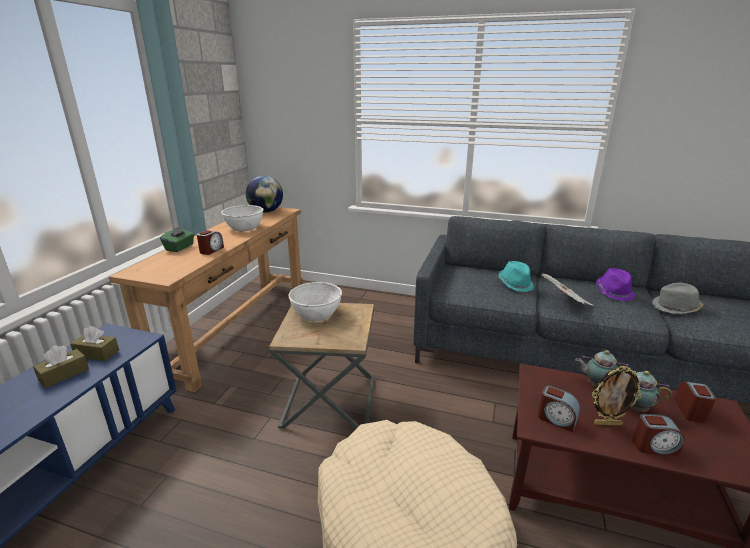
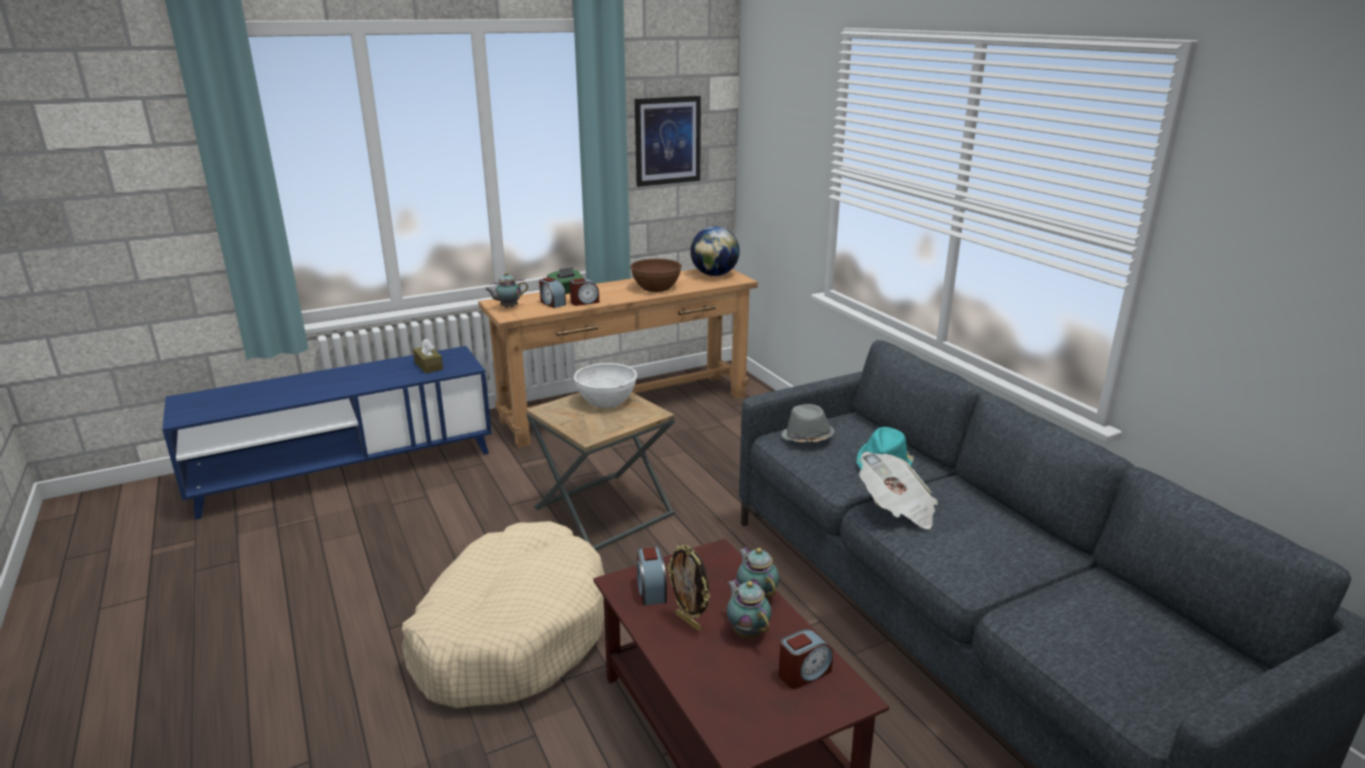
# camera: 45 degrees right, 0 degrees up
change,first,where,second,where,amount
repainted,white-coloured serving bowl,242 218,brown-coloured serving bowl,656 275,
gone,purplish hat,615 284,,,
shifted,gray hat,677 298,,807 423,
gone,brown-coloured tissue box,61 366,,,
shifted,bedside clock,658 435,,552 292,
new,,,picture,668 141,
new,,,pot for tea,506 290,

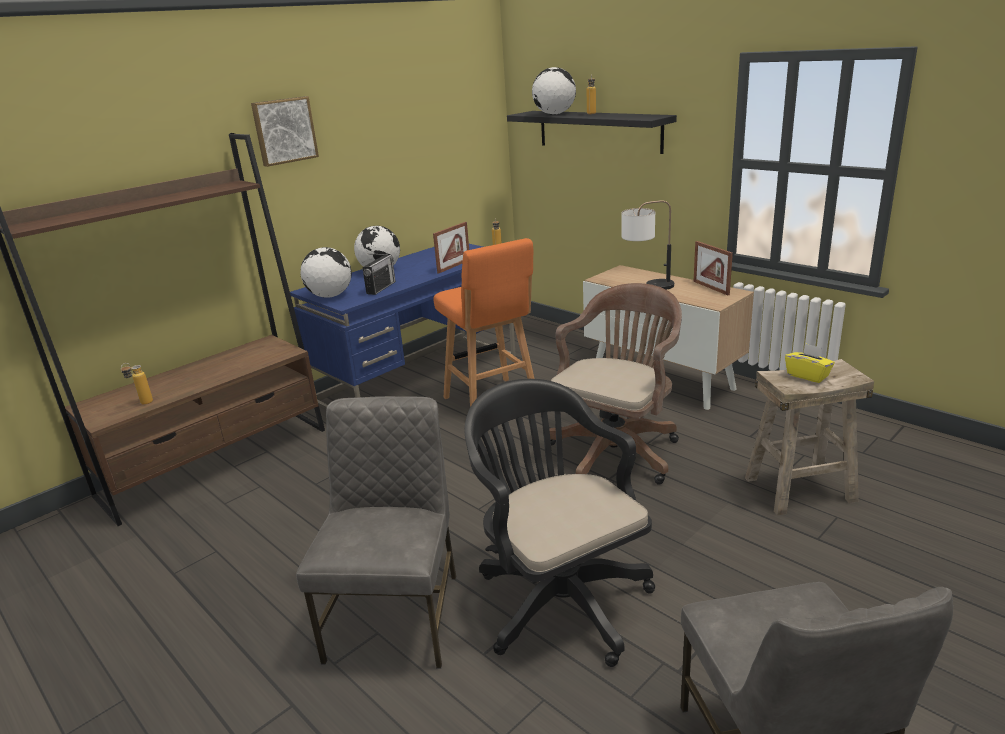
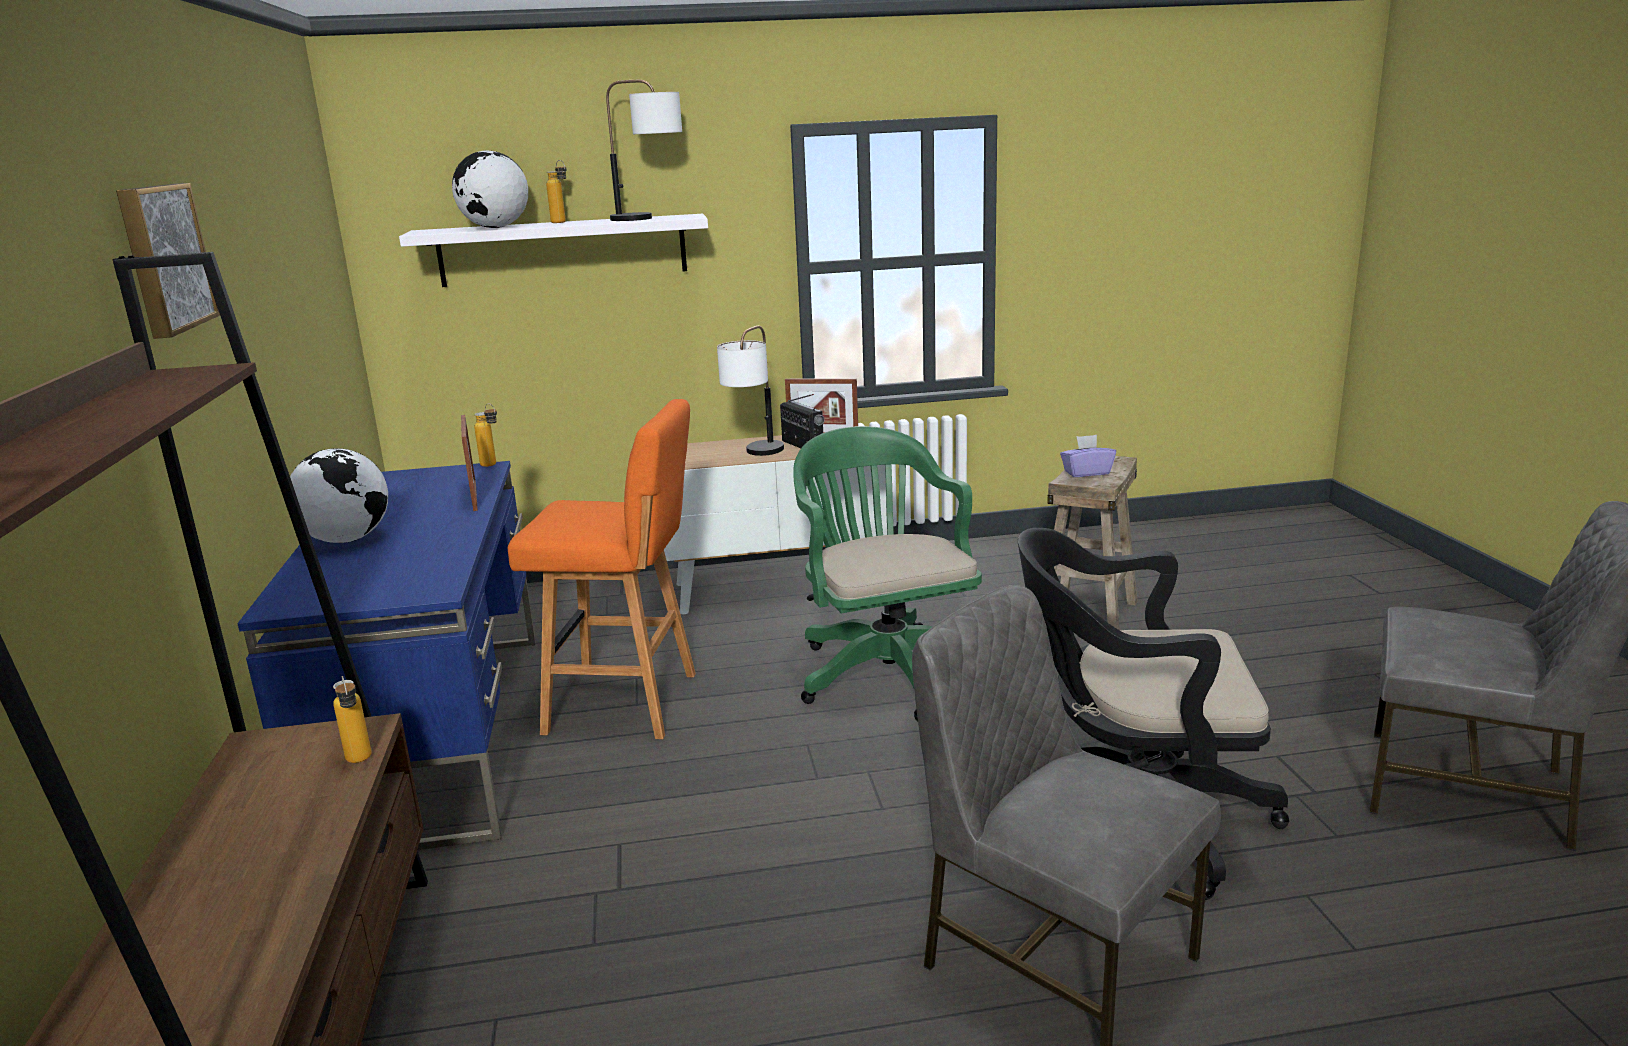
# camera: 55 degrees left, 5 degrees down
change,first,where,second,where,amount
repainted,blackish bracket shelf,592 132,white-coloured bracket shelf,553 250,
gone,world globe,326 272,,,
shifted,radio receiver,379 274,,802 421,
repainted,brown-coloured desk chair,615 384,greenish desk chair,887 573,
repainted,yellowish tissue box,810 363,purplish tissue box,1088 456,
shifted,bottle,137 384,,352 719,
new,,,tabletop lamp,644 150,

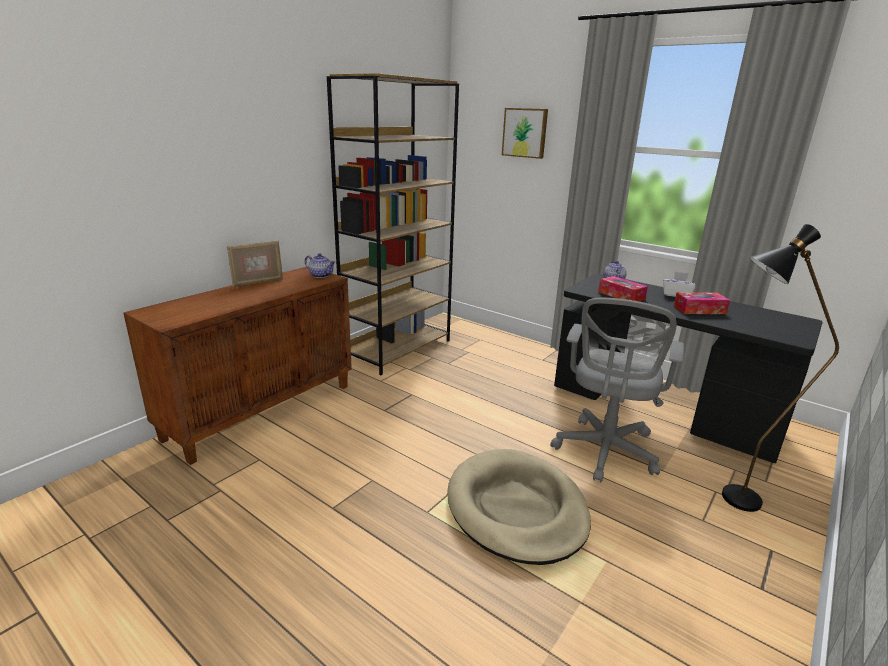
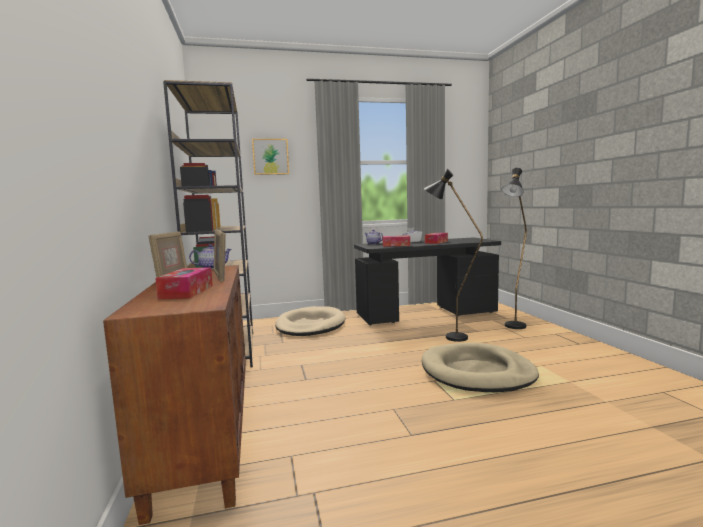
# camera: 50 degrees left, 15 degrees down
change,first,where,second,where,amount
swapped,gray desk chair,617 390,blackish floor lamp,453 255,
new,,,standing frame,220 255,
new,,,tissue box,184 283,
new,,,beige dog bed,310 321,

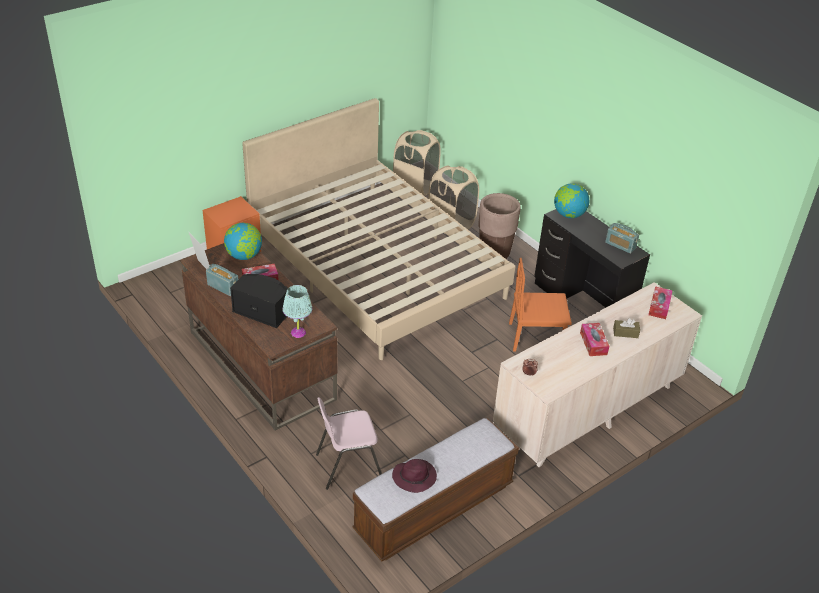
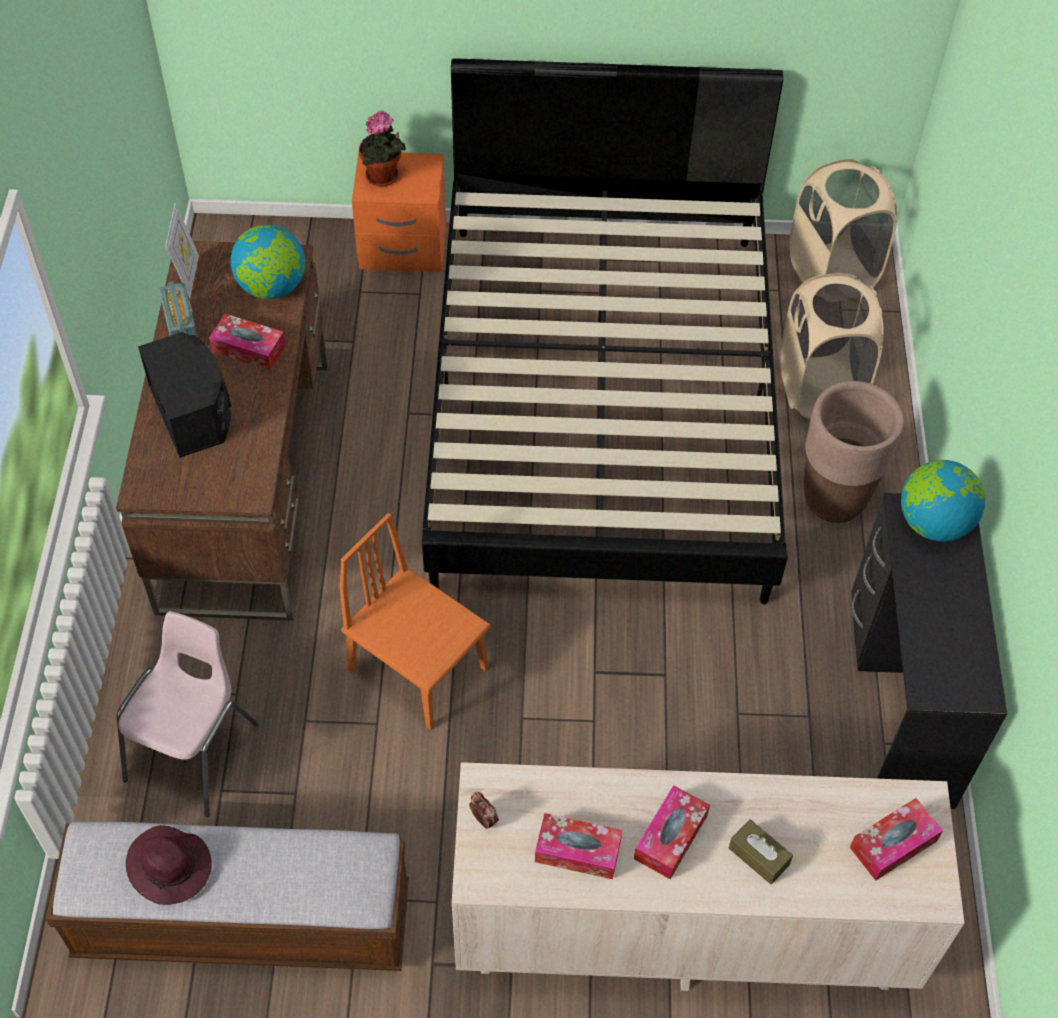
# camera: 40 degrees right, 15 degrees up
change,first,where,second,where,amount
repainted,beige bed,378 229,blackish bed,605 331,
gone,radio receiver,622 238,,,
shifted,orangey plain chair,540 305,,415 621,
gone,turquoise tabletop lamp,297 311,,,
rotated,pink plain chair,349 443,,188 714,90 degrees clockwise
new,,,plant in a pot,382 148,
new,,,tissue box,578 846,

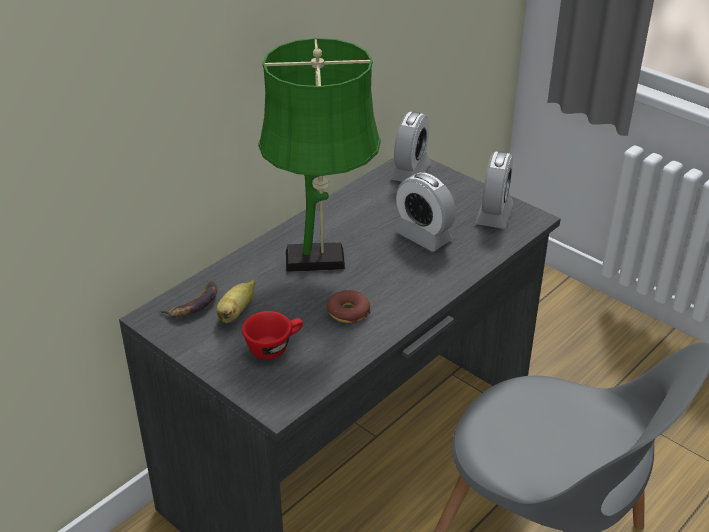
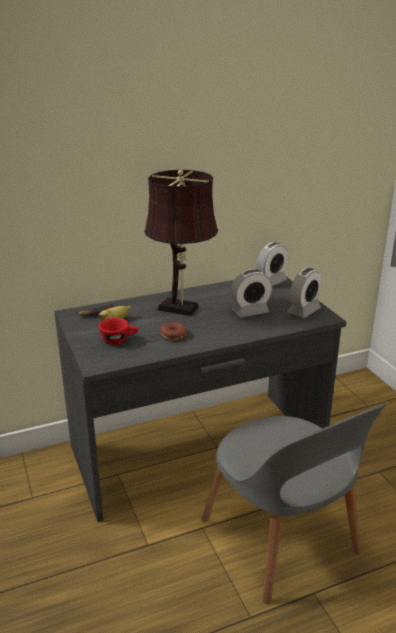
# camera: 25 degrees right, 10 degrees down
change,first,where,second,where,amount
repainted,greenish tabletop lamp,319 155,brown-coloured tabletop lamp,181 243,
rotated,bedside clock,426 212,,251 293,90 degrees counterclockwise

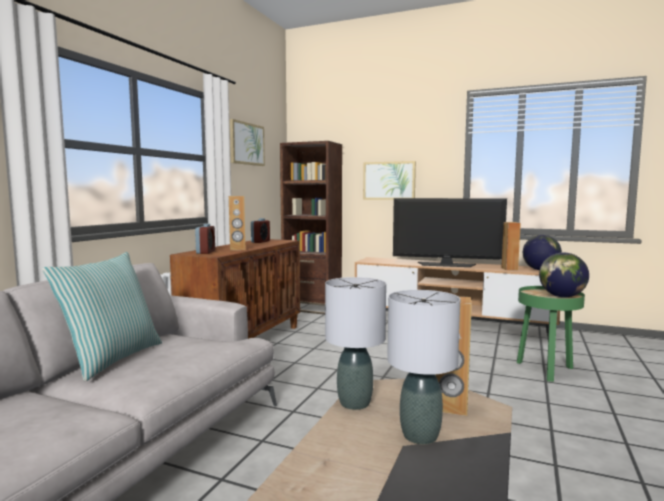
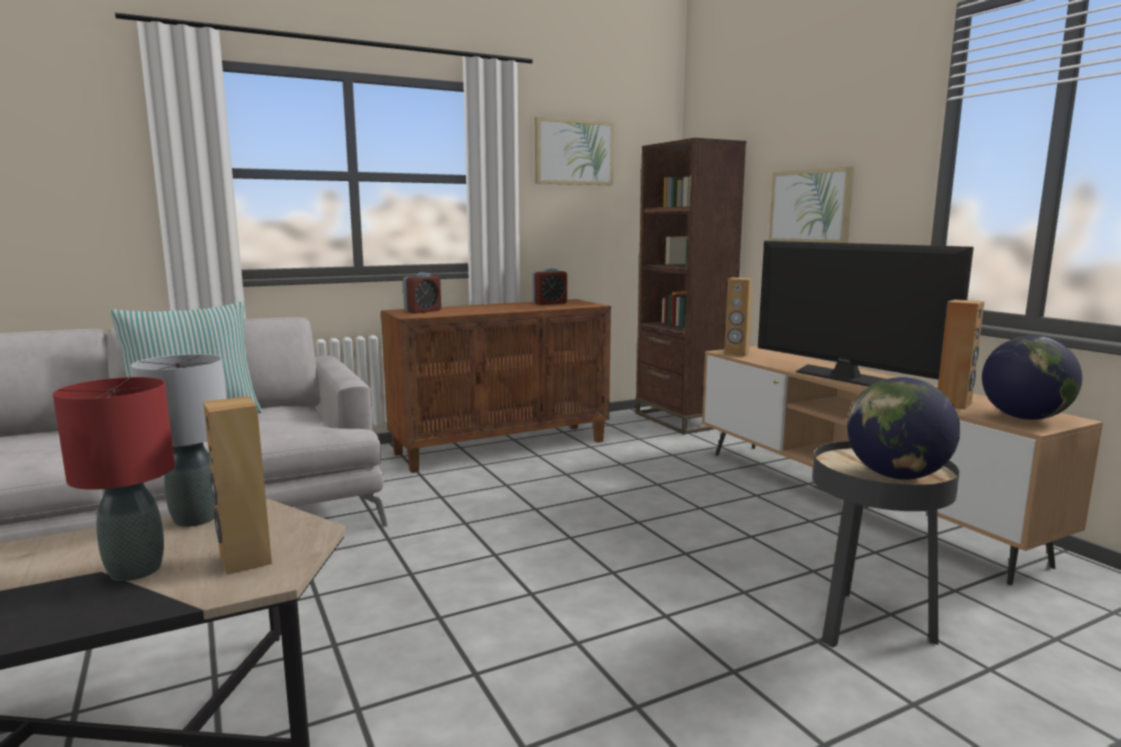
# camera: 40 degrees right, 5 degrees up
change,first,where,second,where,amount
shifted,brown-coloured loudspeaker,237 223,,738 317,
repainted,greenish accent table,551 334,blackish accent table,885 544,
repainted,gray tabletop lamp,423 367,red-coloured tabletop lamp,114 479,

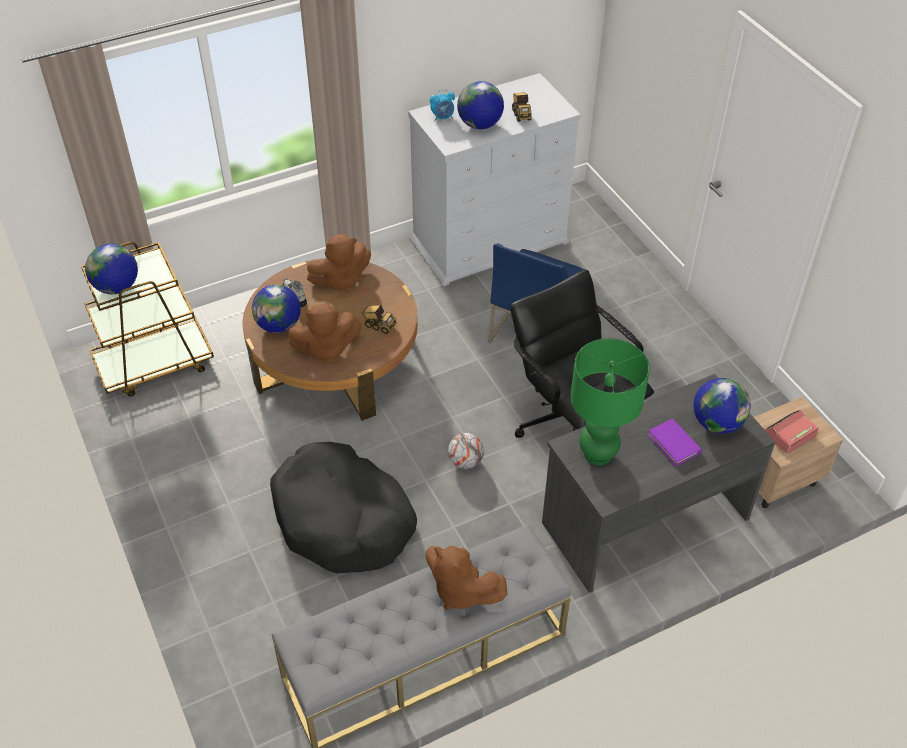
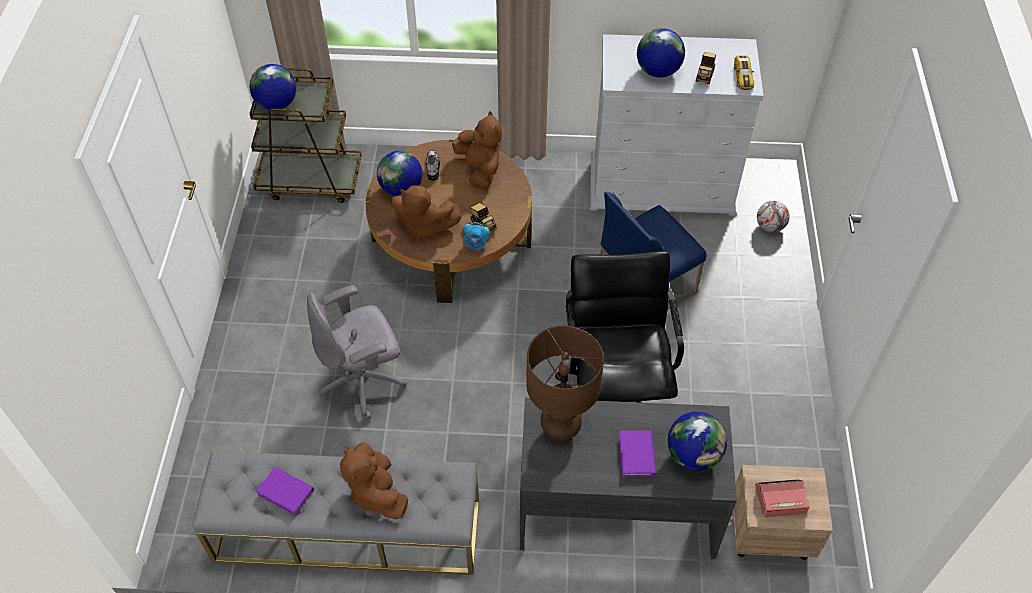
# camera: 30 degrees right, 5 degrees up
change,first,where,second,where,amount
shifted,bedside clock,442 105,,477 236,
rotated,brown-coloured plush toy,339 263,,477 150,120 degrees counterclockwise
repainted,greenish tabletop lamp,610 401,brown-coloured tabletop lamp,565 384,
shifted,football,466 451,,773 217,
swapped,blackish dog bed,343 507,gray desk chair,357 352,
new,,,model car,744 73,
new,,,purplish bound book,285 491,

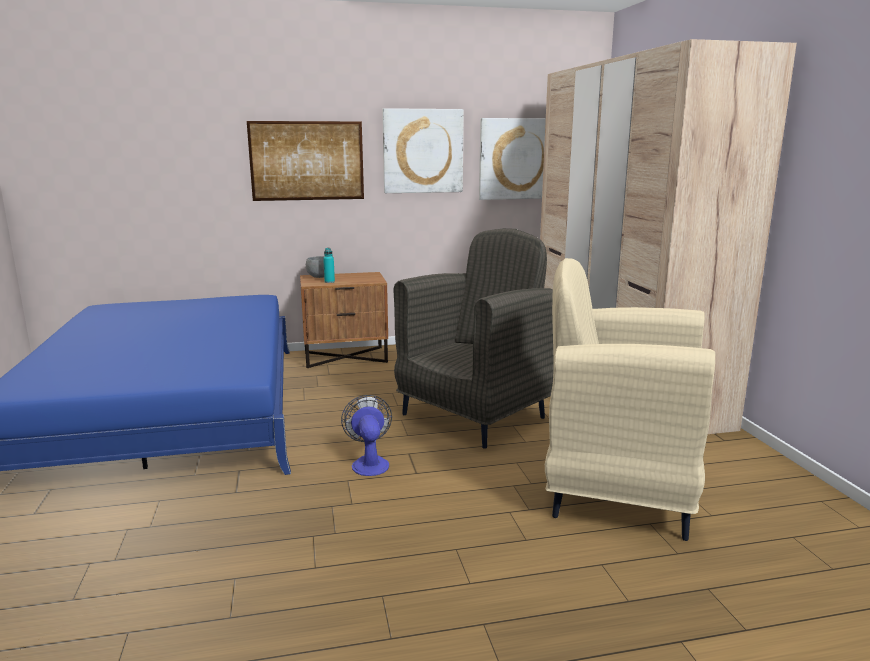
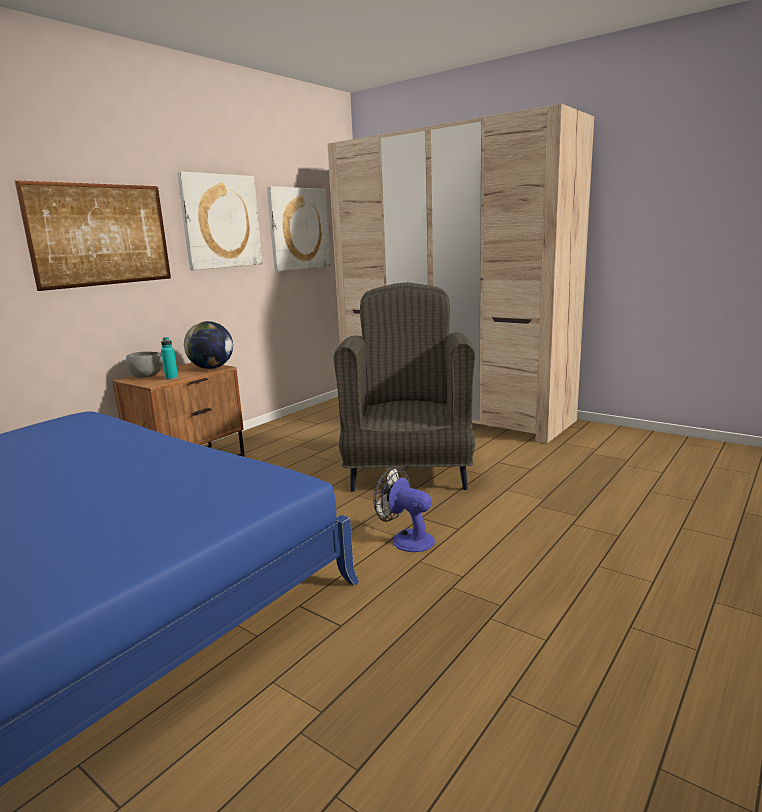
# camera: 40 degrees left, 0 degrees up
change,first,where,second,where,amount
gone,beige lounge chair,630 399,,,
new,,,world globe,208 345,

